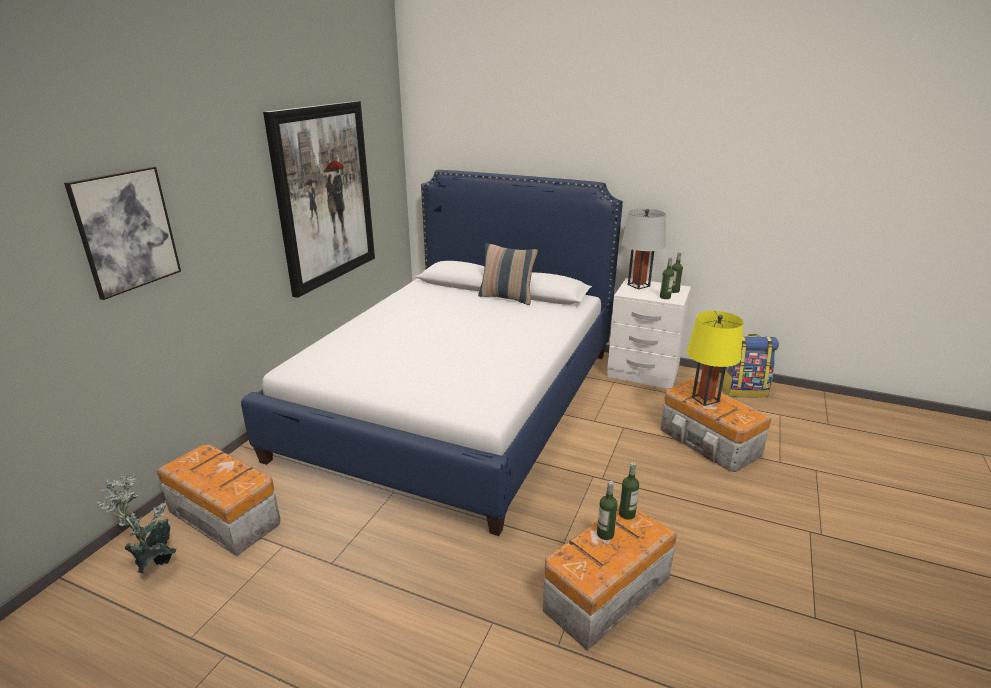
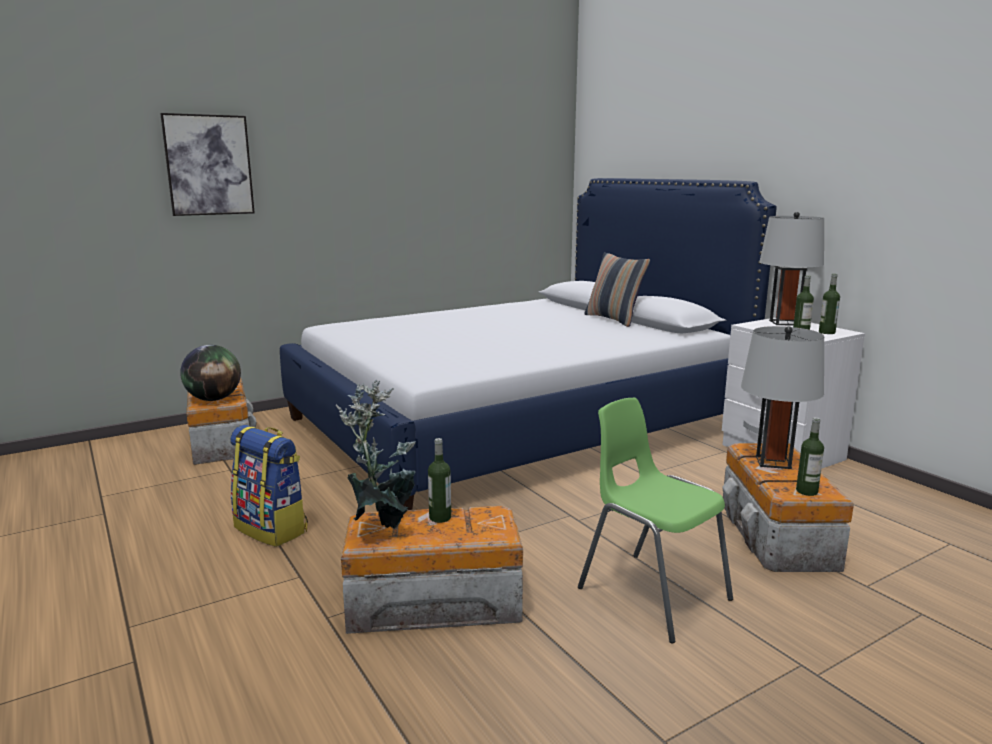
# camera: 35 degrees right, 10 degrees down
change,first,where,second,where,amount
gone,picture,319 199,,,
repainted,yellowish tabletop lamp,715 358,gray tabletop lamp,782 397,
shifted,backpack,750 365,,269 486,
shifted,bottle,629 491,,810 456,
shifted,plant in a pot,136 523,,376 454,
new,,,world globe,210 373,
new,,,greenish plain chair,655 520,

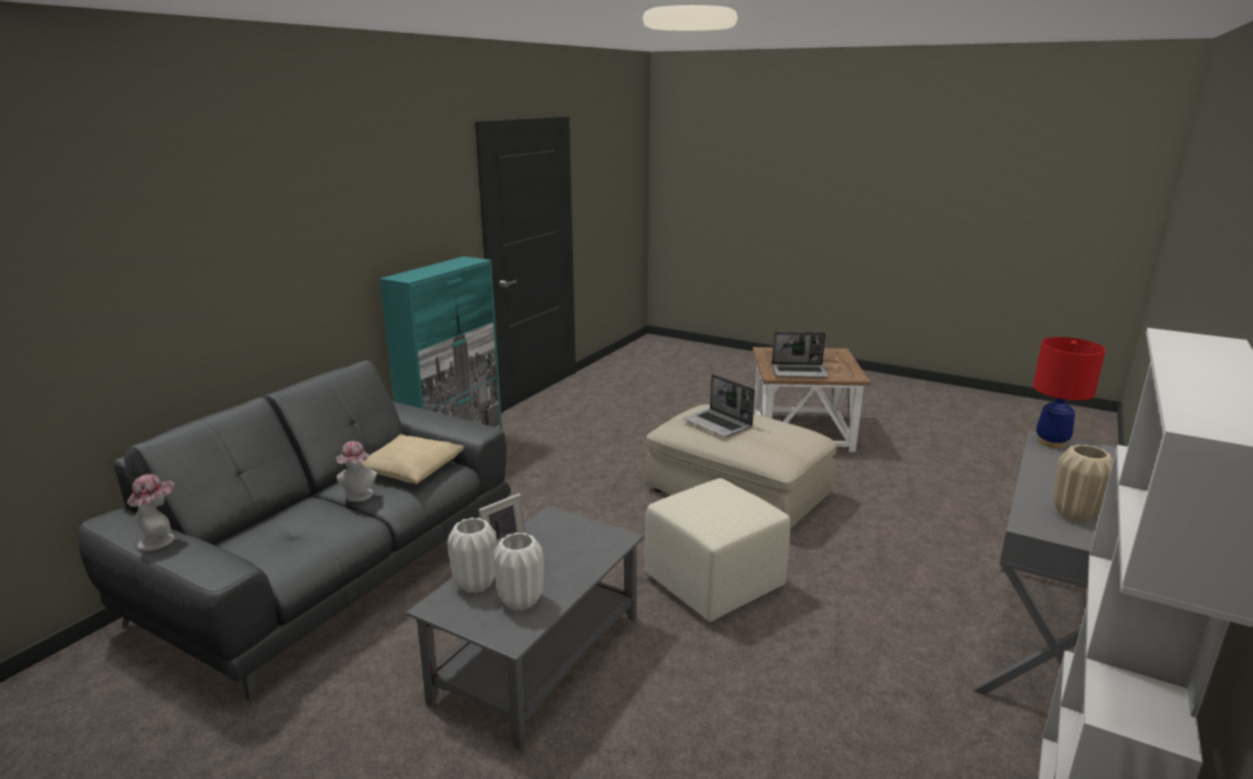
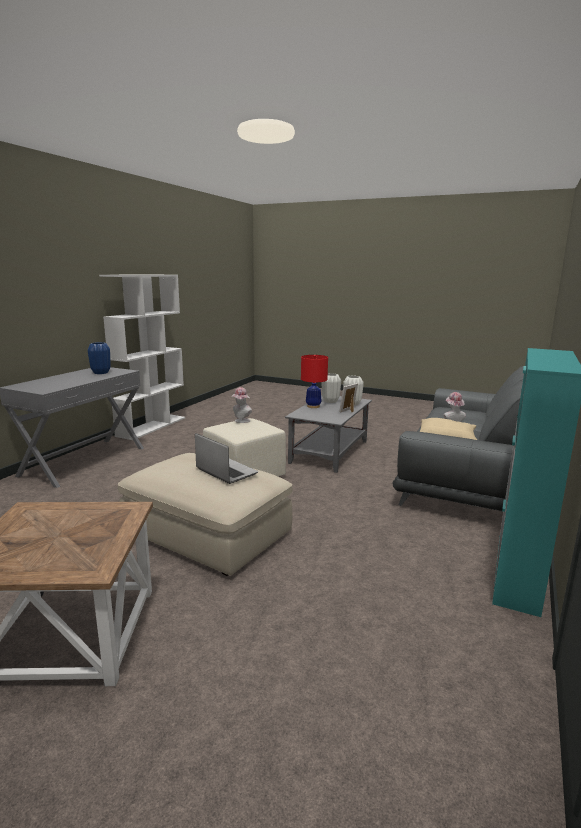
# camera: 175 degrees right, 5 degrees down
change,first,where,second,where,amount
gone,portable computer,800 355,,,
shifted,red-coloured tabletop lamp,1069 392,,314 381,
repainted,beige flower vase,1083 484,blue-coloured flower vase,99 358,
shifted,hat,150 512,,241 405,

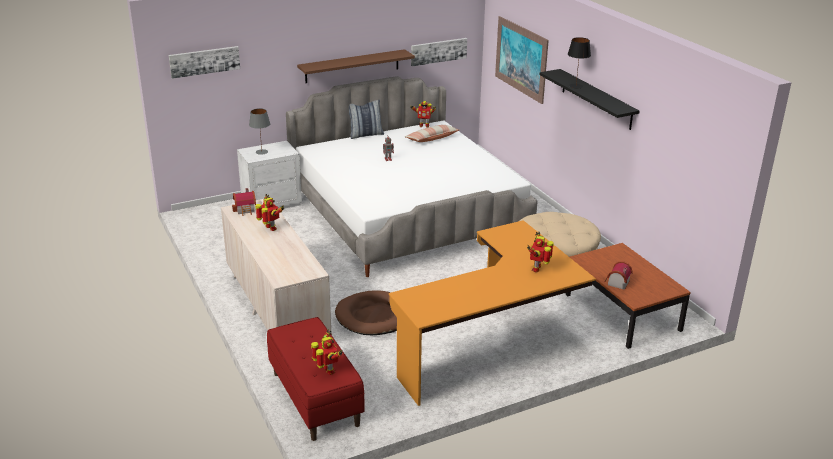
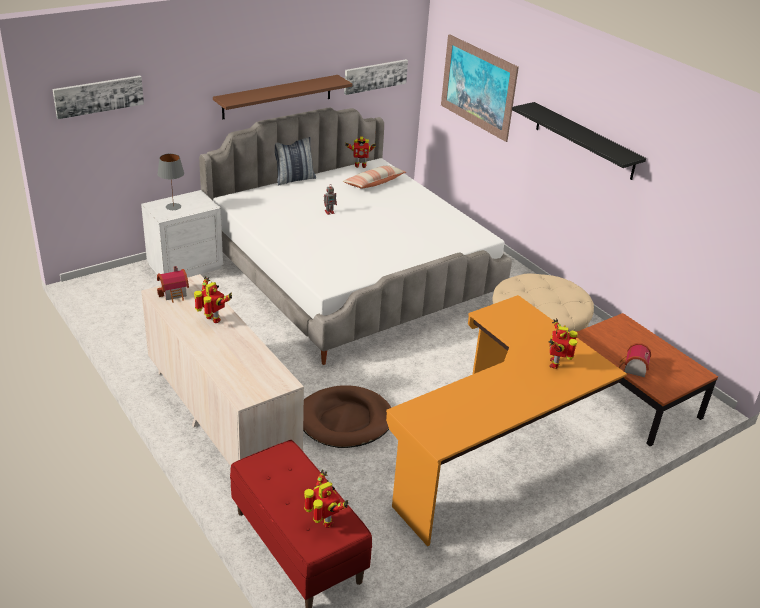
# camera: 10 degrees left, 5 degrees up
change,first,where,second,where,amount
gone,blackish tabletop lamp,579 63,,,

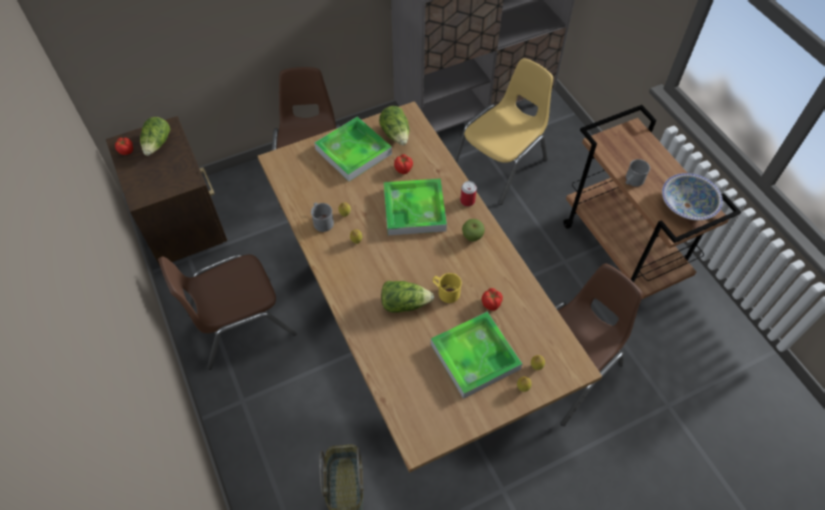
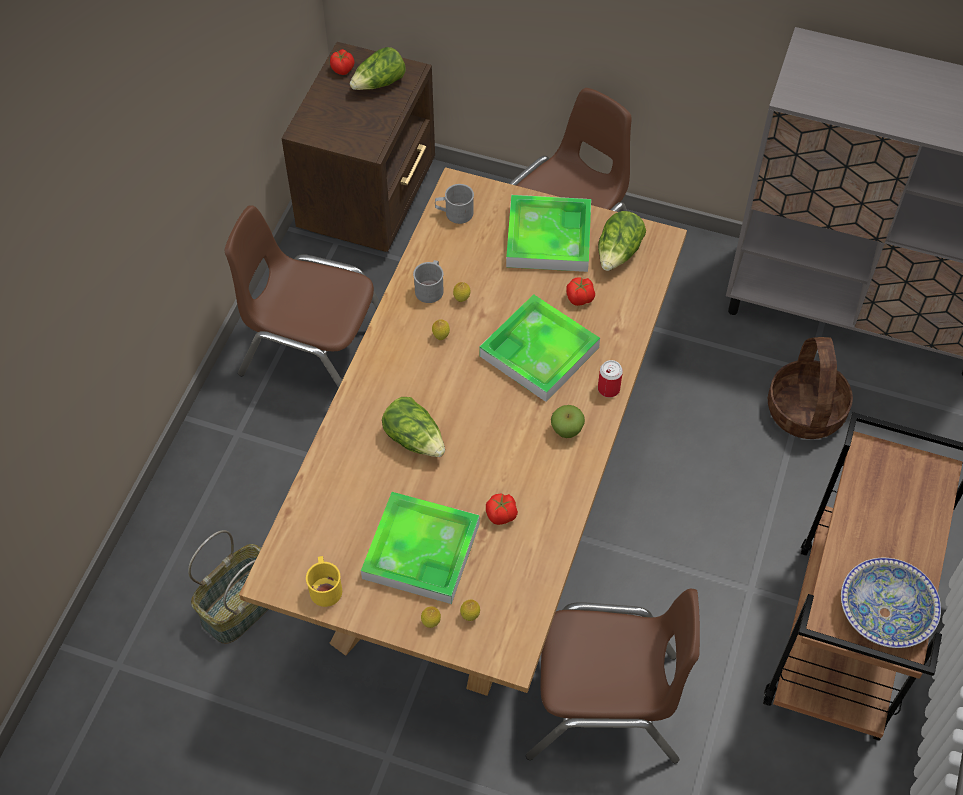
# camera: 45 degrees right, 0 degrees up
change,first,where,second,where,amount
swapped,yellowish plain chair,503 131,storage basket,810 388,
shifted,gray tea mug,637 173,,454 204,
shifted,yellowish tea mug,447 288,,324 581,

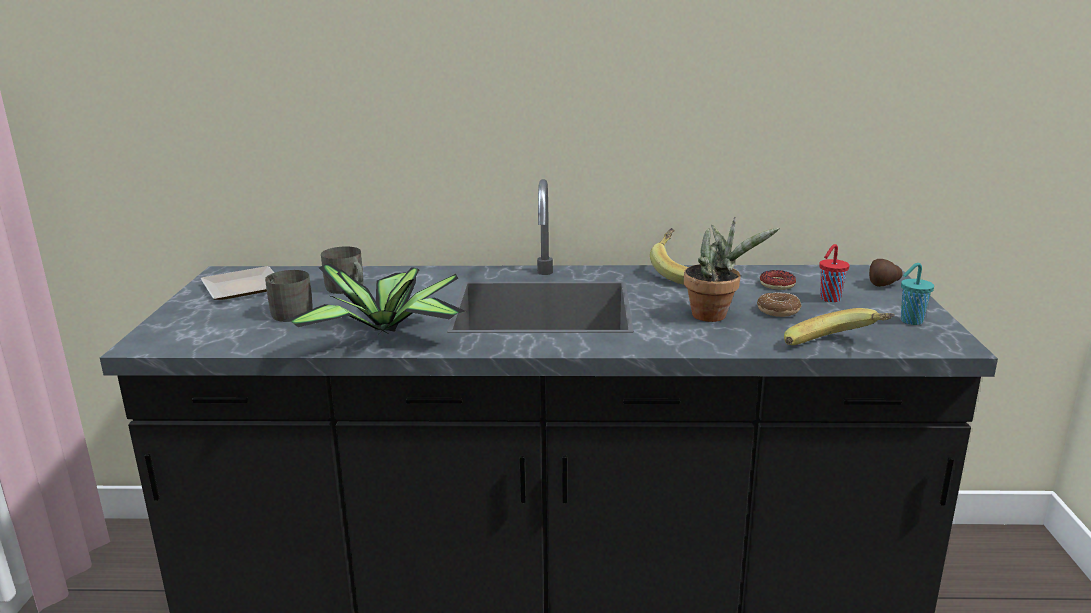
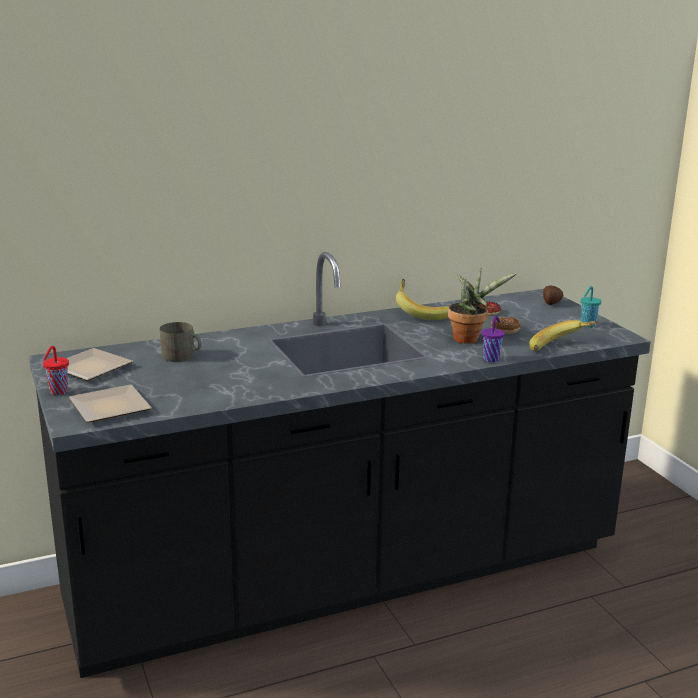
# camera: 25 degrees left, 0 degrees up
change,first,where,second,where,amount
shifted,red-coloured small cup,834 273,,56 370,
gone,plant in a pot,374 299,,,
gone,gray tea mug,289 296,,,
new,,,purplish small cup,493 339,
new,,,plate,110 404,

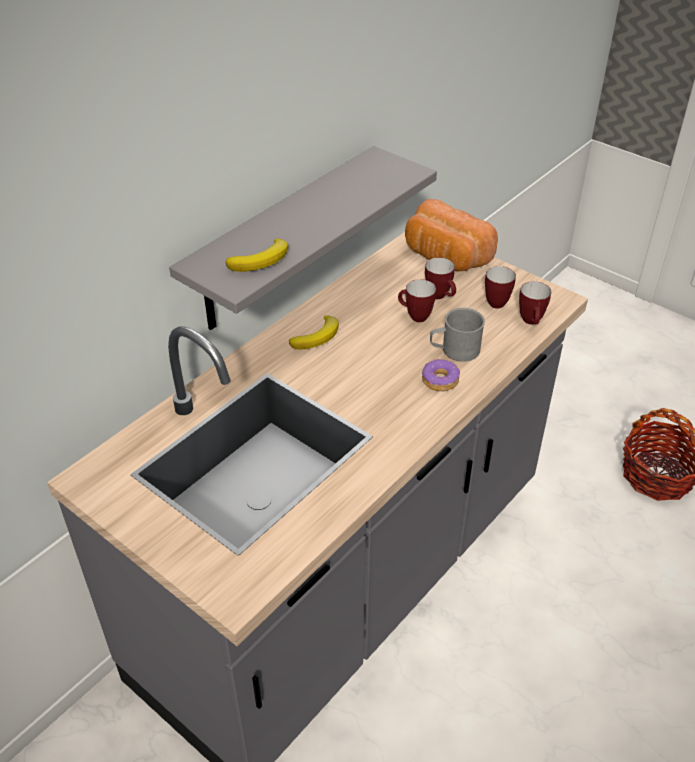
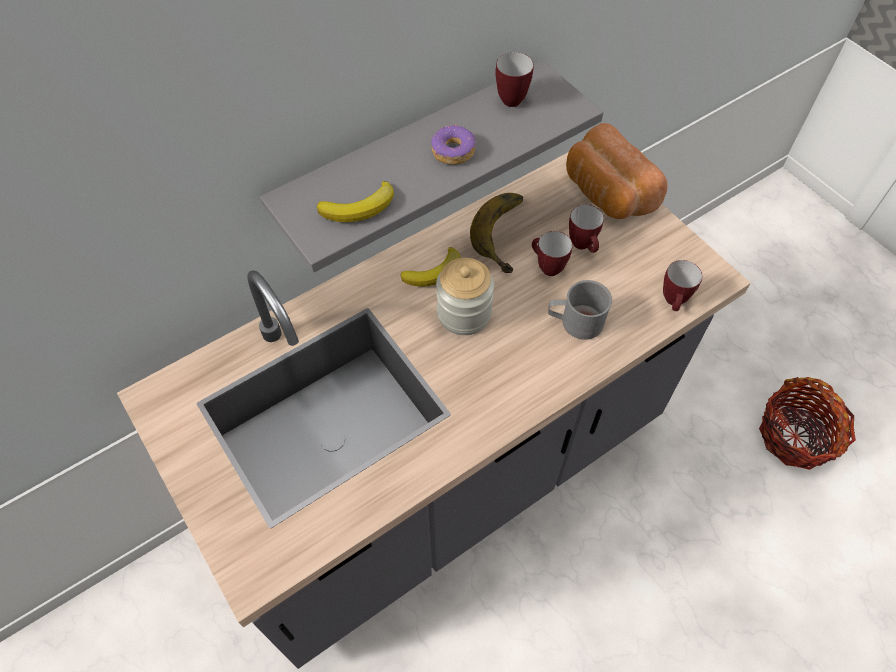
# camera: 15 degrees right, 15 degrees up
change,first,where,second,where,amount
shifted,tea mug,500 287,,514 79,
shifted,ring doughnut,441 375,,453 144,
new,,,whole banana,496 233,
new,,,storage jar,465 296,

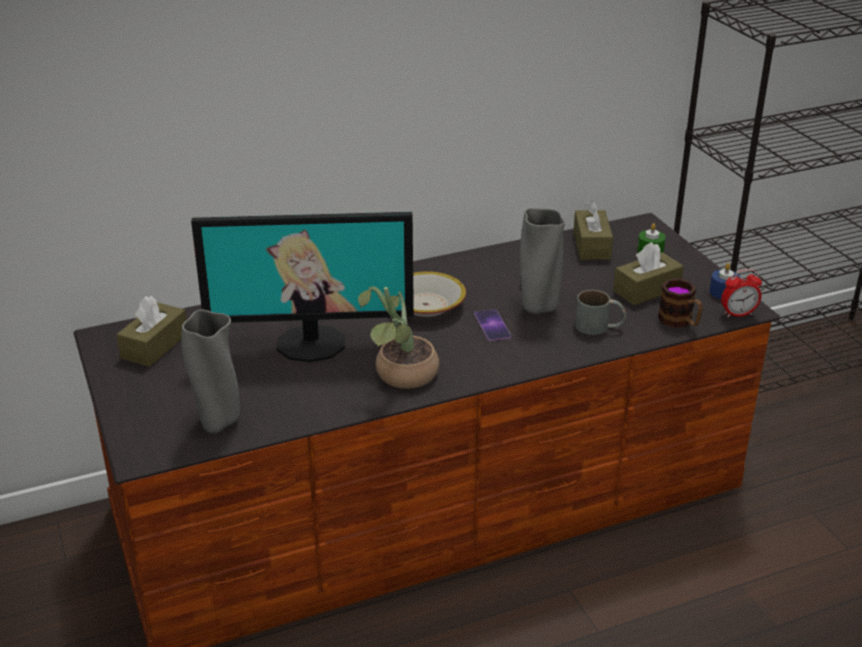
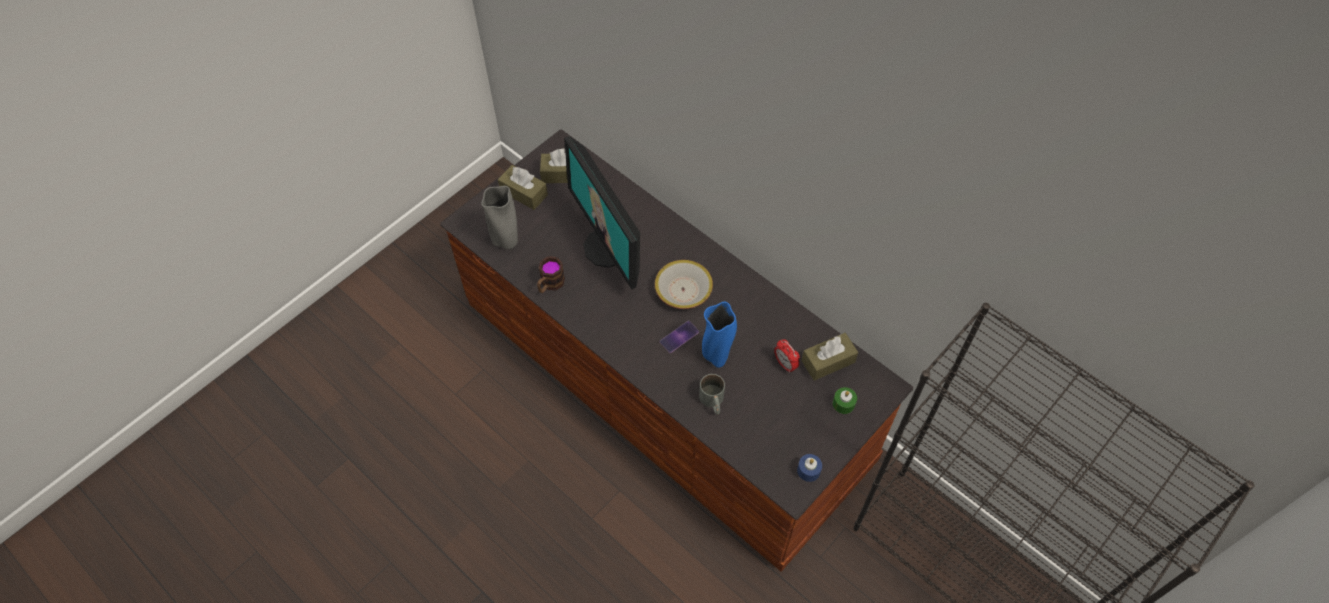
# camera: 65 degrees right, 25 degrees up
change,first,where,second,where,amount
repainted,gray flower vase,542 261,blue-coloured flower vase,719 335,
shifted,brown-coloured tissue box,648 273,,523 187,
shifted,bedside clock,741 293,,787 356,
shifted,tea mug,680 303,,551 274,
gone,plant in a pot,398 337,,,

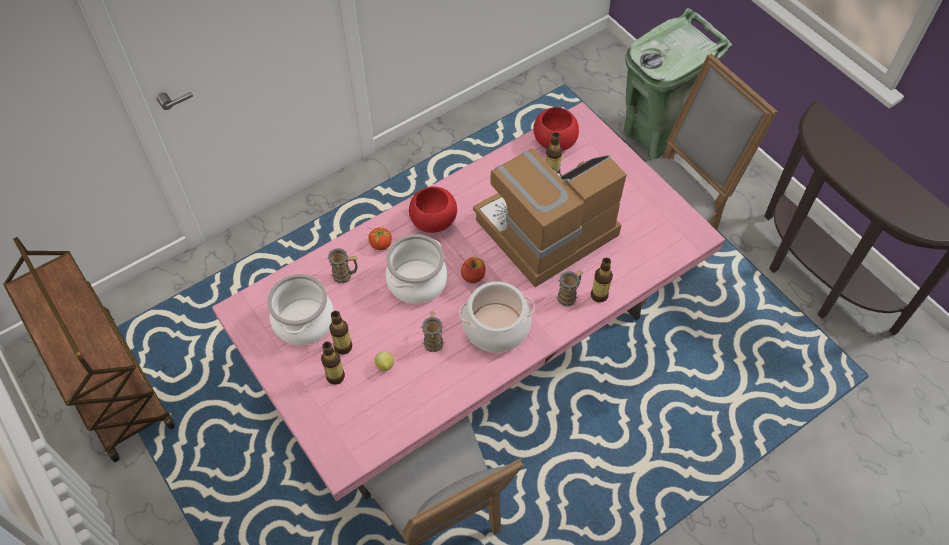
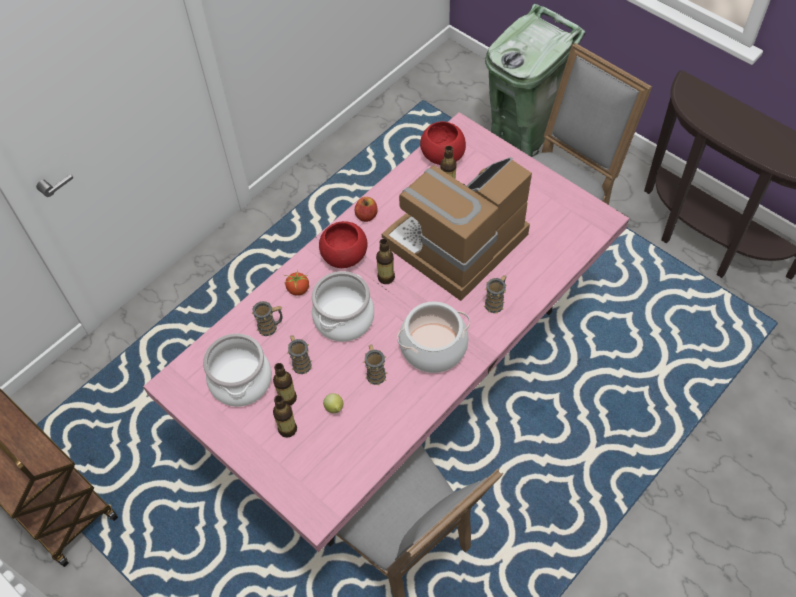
# camera: 10 degrees left, 0 degrees up
change,first,where,second,where,amount
shifted,whole apple,473 270,,366 209,
shifted,bottle,602 280,,385 261,
new,,,tea mug,299 355,

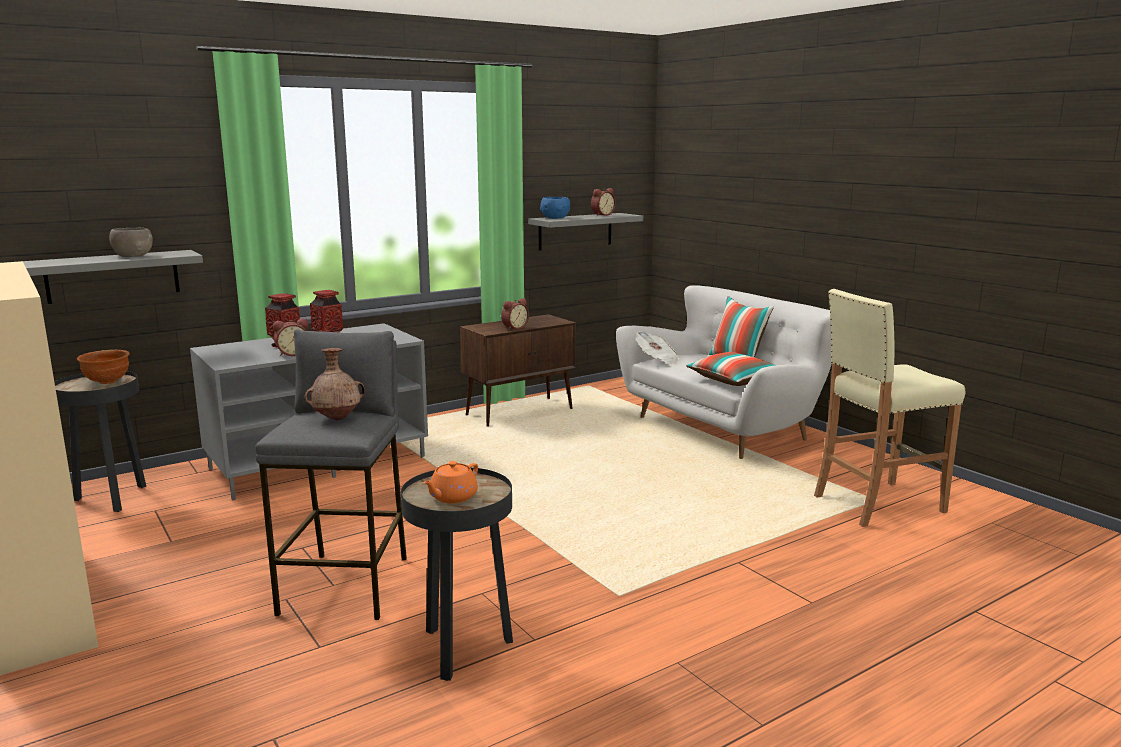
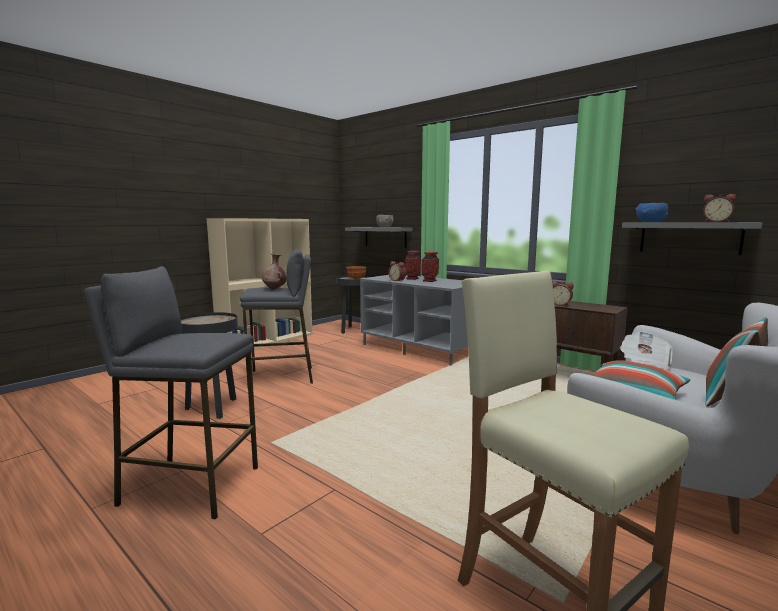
# camera: 75 degrees right, 5 degrees down
change,first,where,second,where,amount
gone,orangey pot for tea,450 482,,,
new,,,gray sitting stool,171 392,

